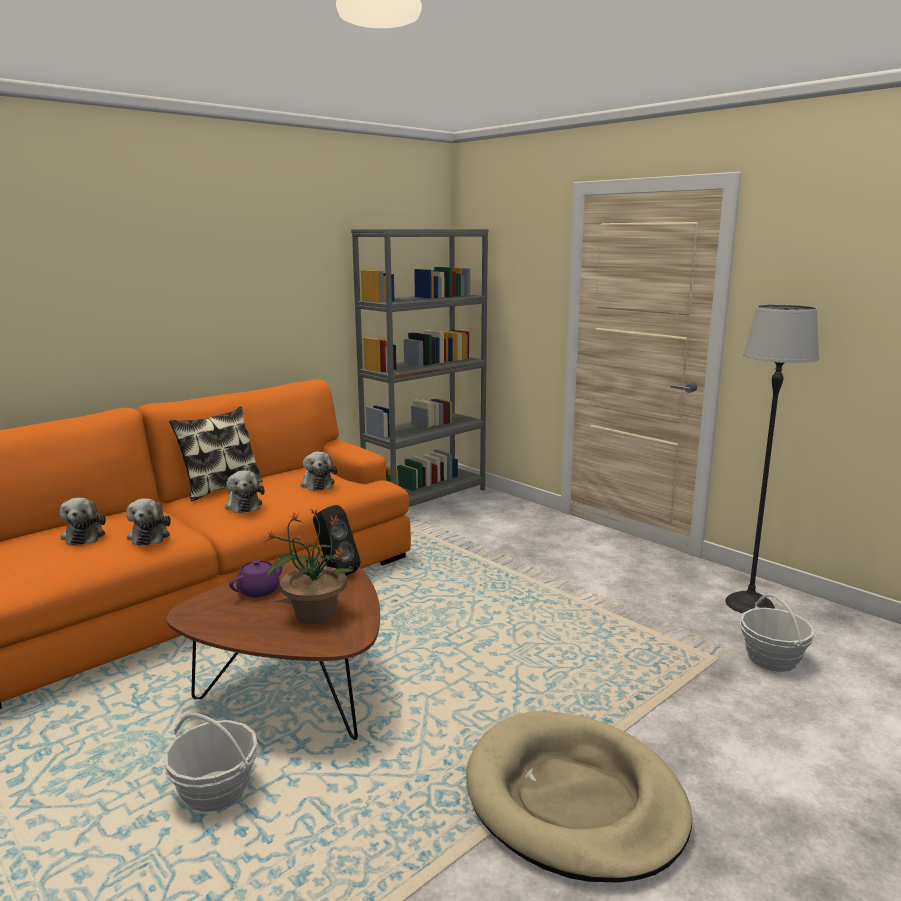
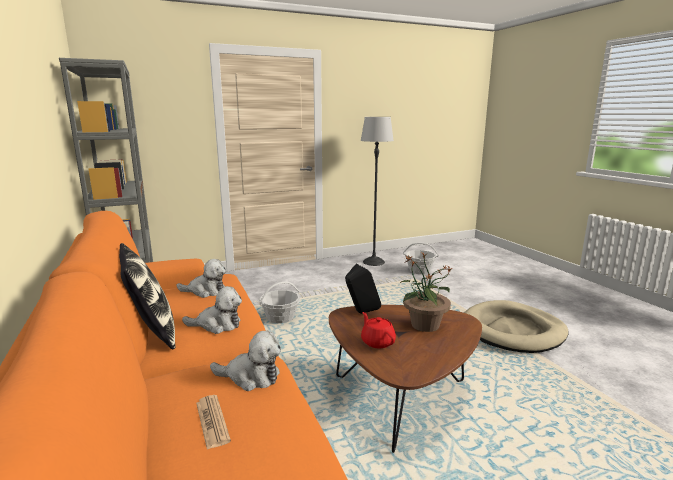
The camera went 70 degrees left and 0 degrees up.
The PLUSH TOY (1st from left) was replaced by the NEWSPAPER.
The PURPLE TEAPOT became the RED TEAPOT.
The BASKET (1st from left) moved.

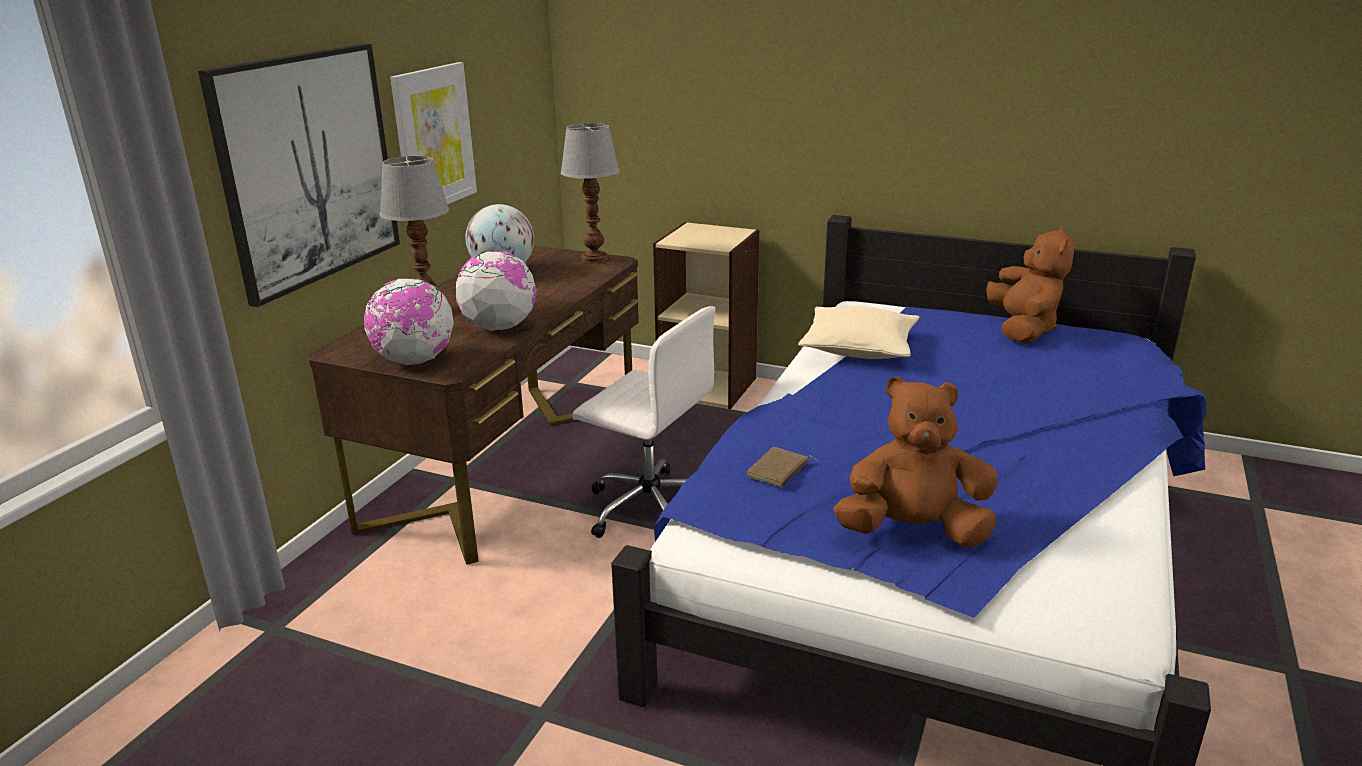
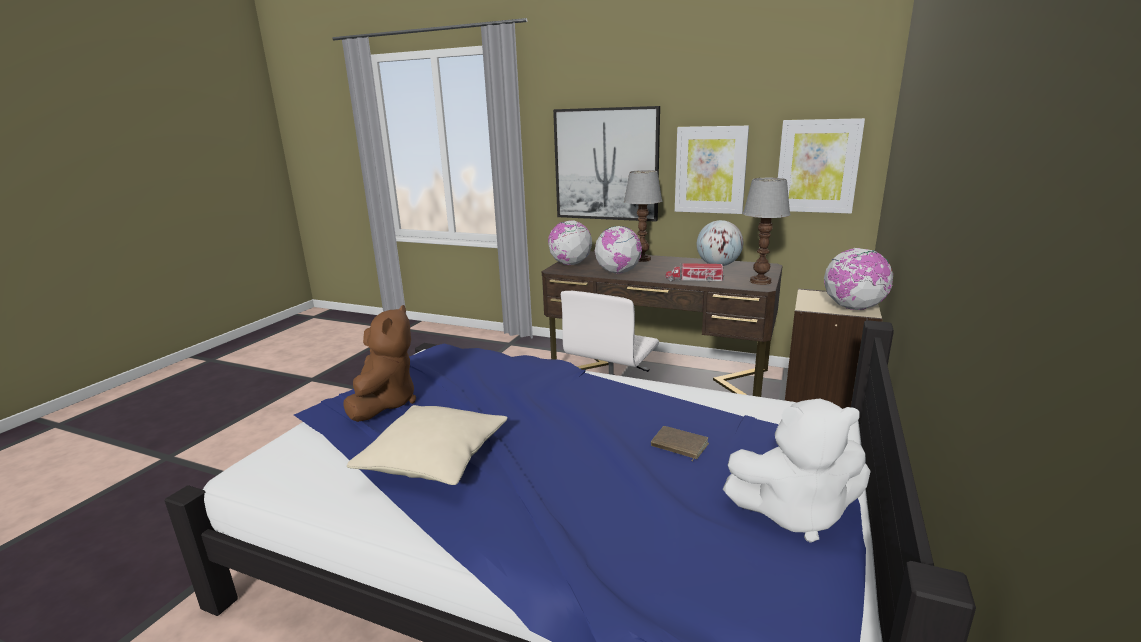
The camera went 90 degrees right and 5 degrees down.
The BROWN PLUSH TOY (2nd from left) became the WHITE PLUSH TOY.
The BEIGE PILLOW moved.
The BROWN BOOK moved.
The PICTURE (3rd from left) appeared.
The GLOBE (4th from left) appeared.
The TOY TRUCK appeared.

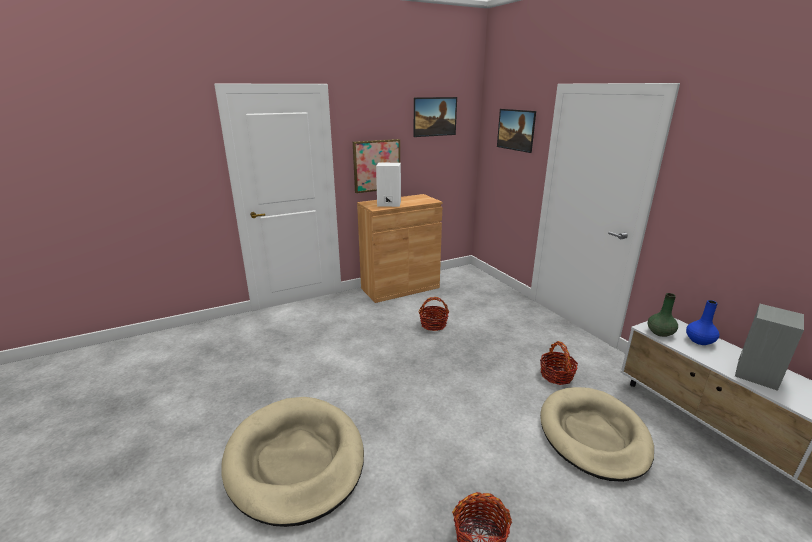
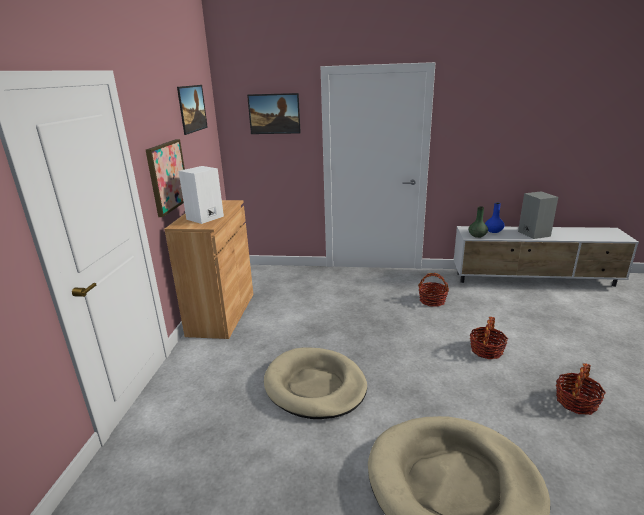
The camera went 55 degrees left and 0 degrees up.
The BASKET (1st from left in the first image) moved.
The BEIGE DOG BED (2nd from left in the first image) moved.

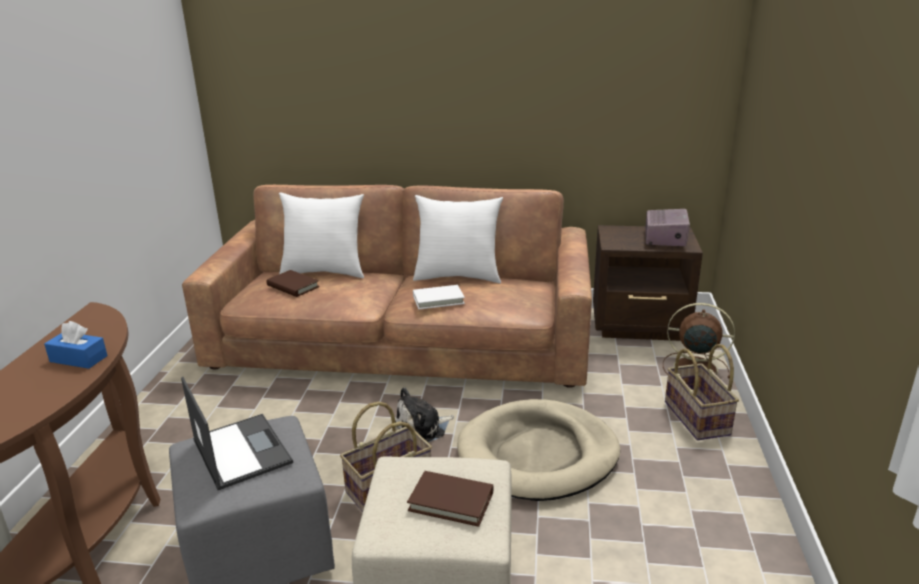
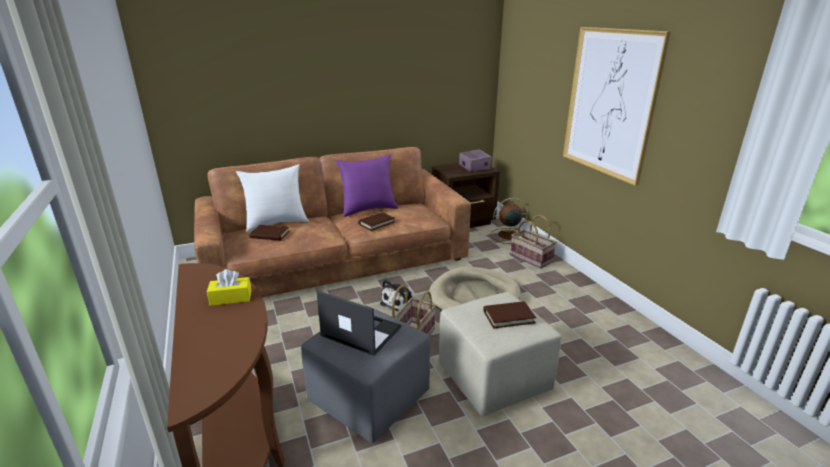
The camera went 30 degrees left and 0 degrees up.
The WHITE PILLOW (2nd from left) became the PURPLE PILLOW.
The WHITE BOOK became the BROWN BOOK (2nd from left).
The BLUE TISSUE BOX became the YELLOW TISSUE BOX.
The PICTURE appeared.

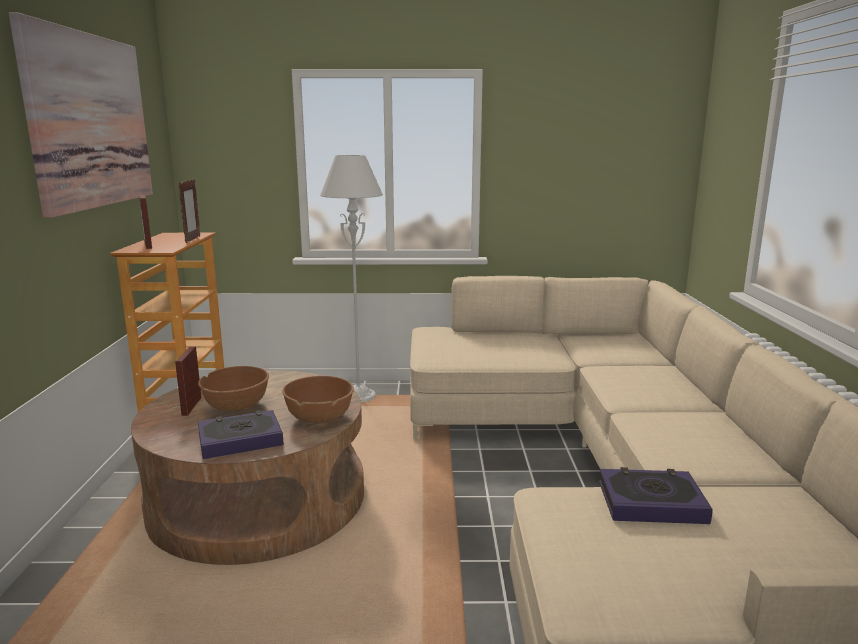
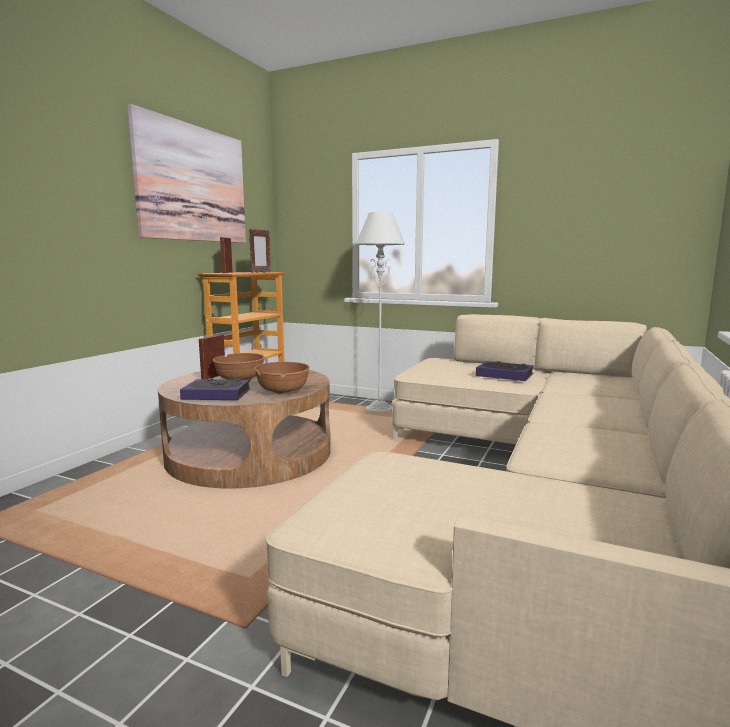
The camera went 25 degrees right and 5 degrees down.
The BOOK (2nd from left) moved.

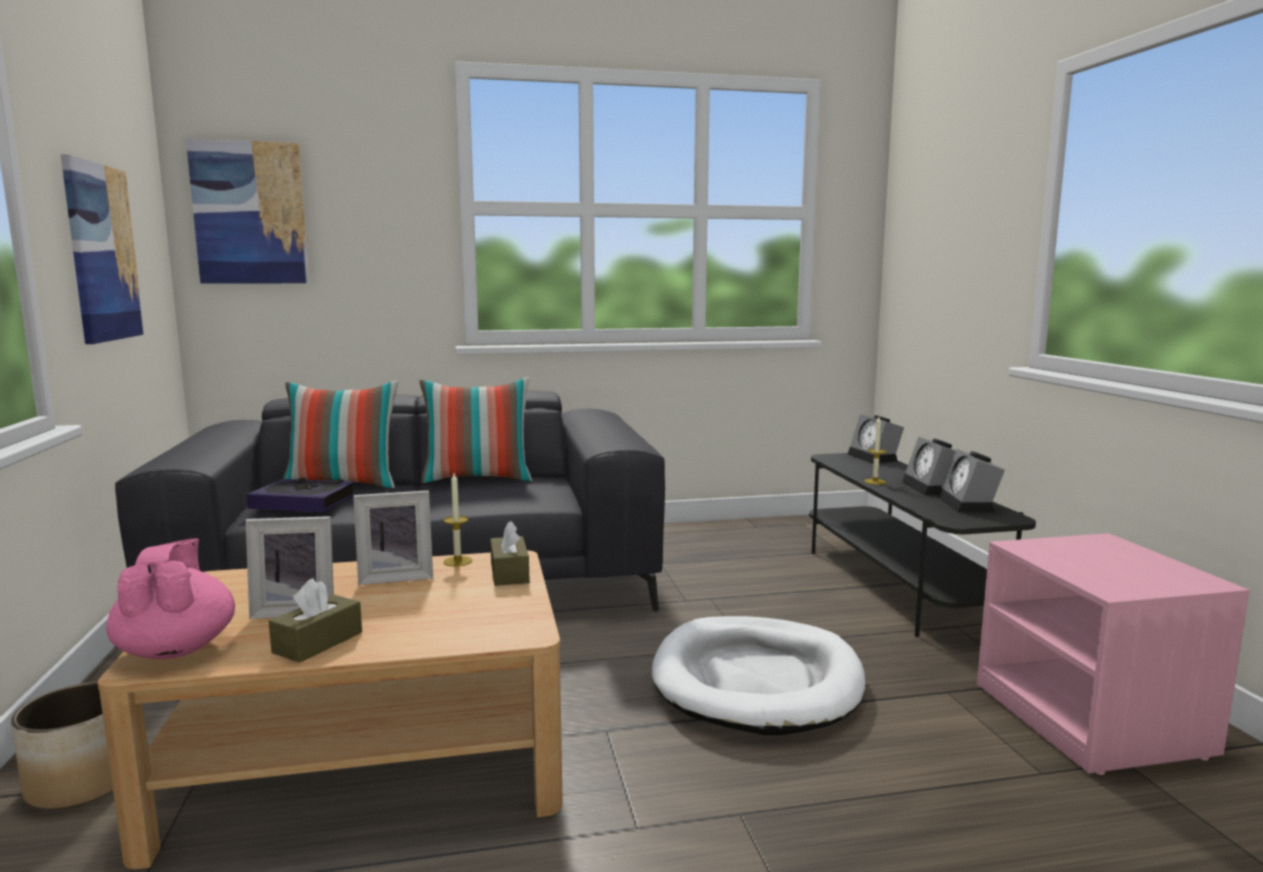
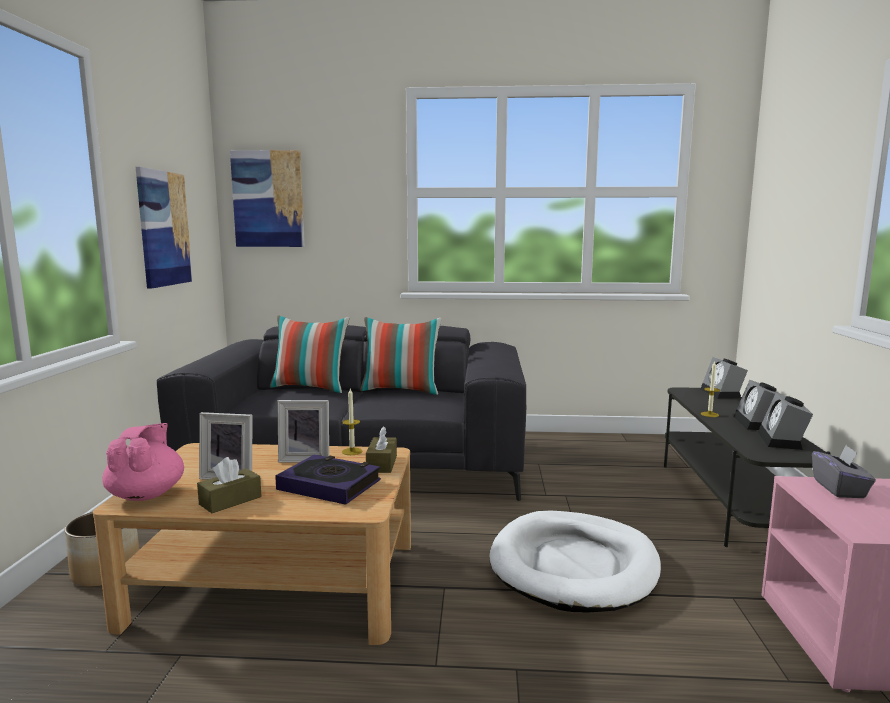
The camera went 15 degrees right and 0 degrees up.
The BOOK moved.
The GREY TISSUE BOX appeared.

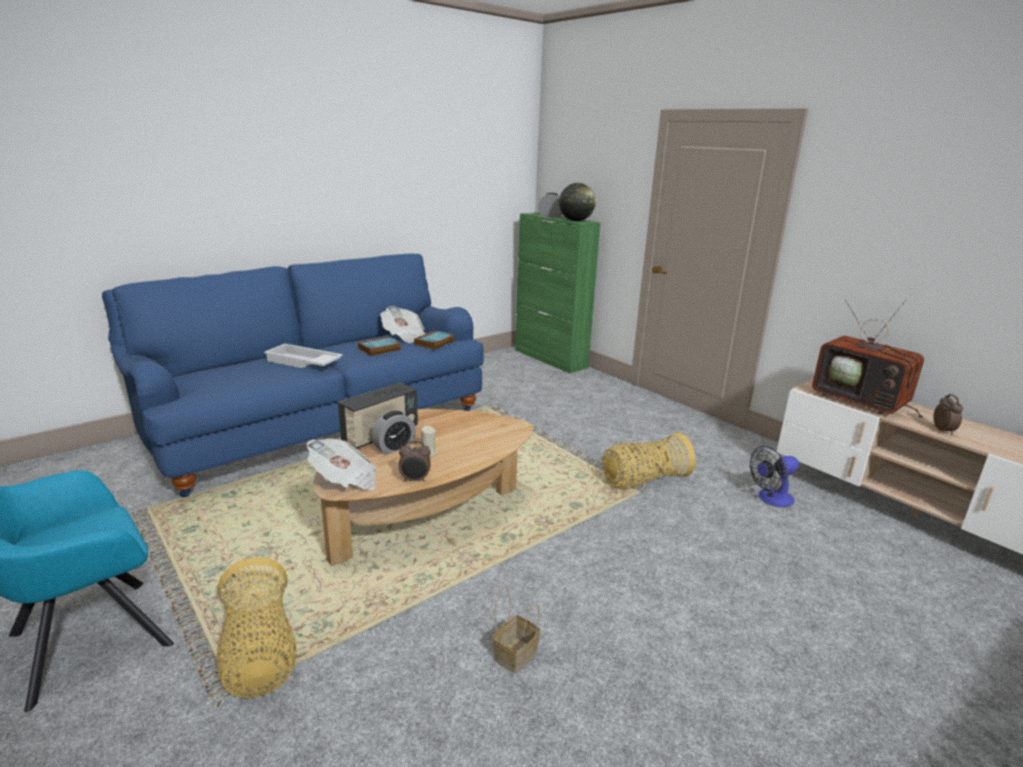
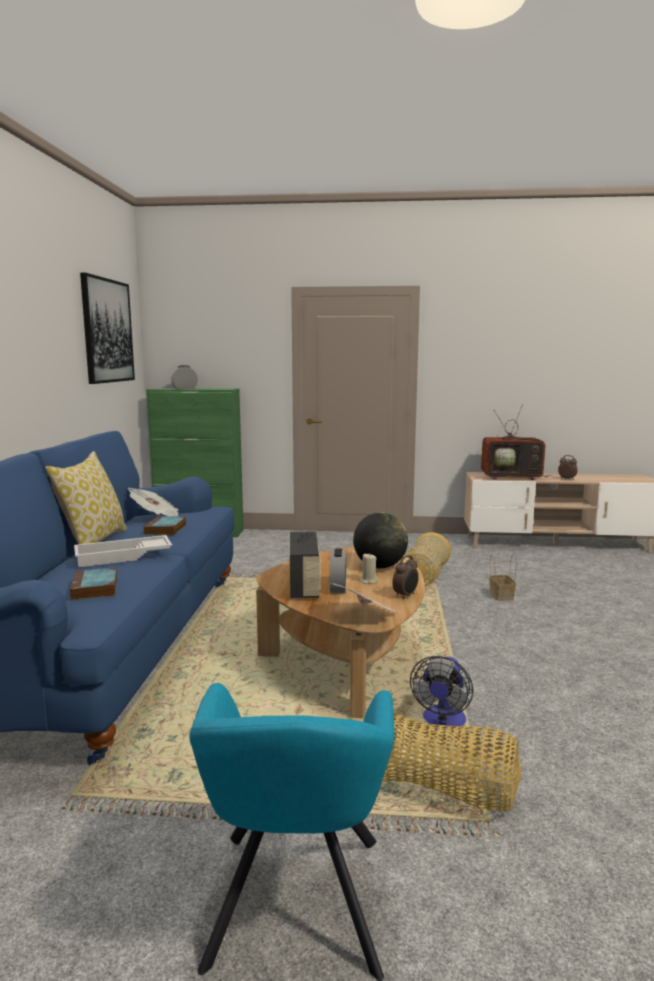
The camera went 45 degrees left and 10 degrees down.
The GLOBE moved.
The BOOK (2nd from left in the first image) moved.
The FAN moved.
The BASKET (2nd from left in the first image) moved.
The PICTURE appeared.
The PILLOW appeared.

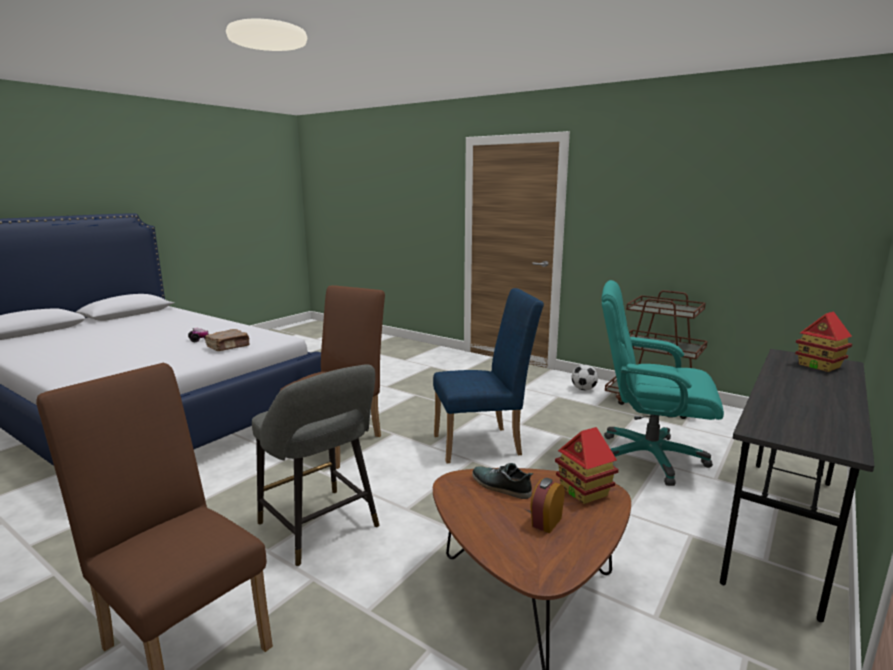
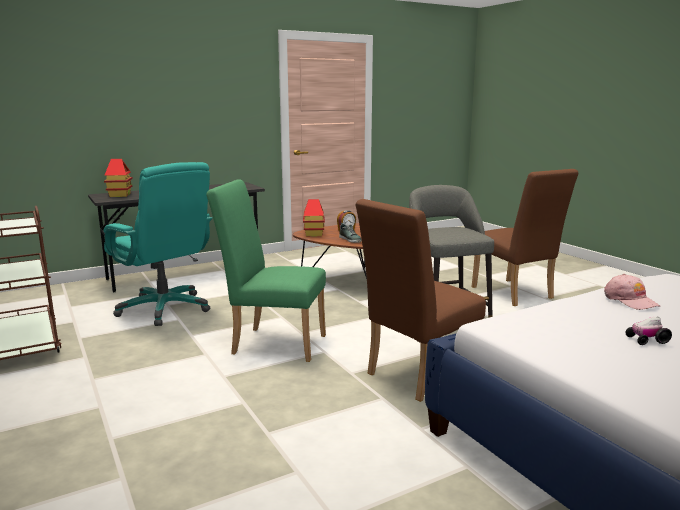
The camera went 155 degrees left and 0 degrees up.
The BLUE CHAIR became the GREEN CHAIR.
The BROWN BOOK disappeared.
The FOOTBALL disappeared.
The PINK CAP appeared.

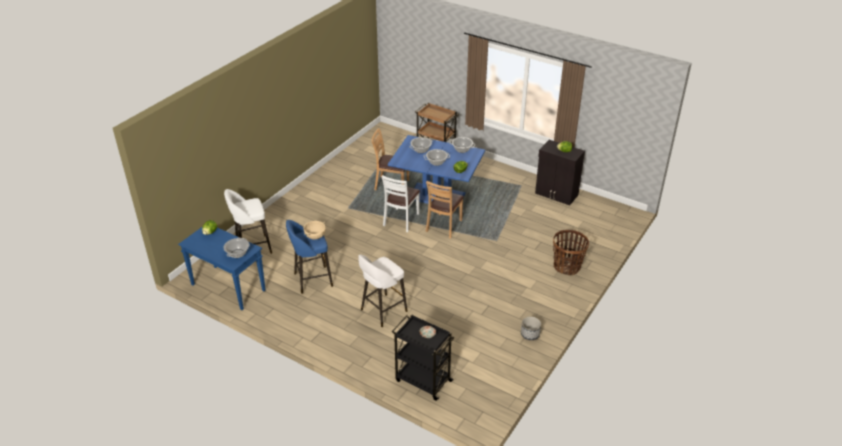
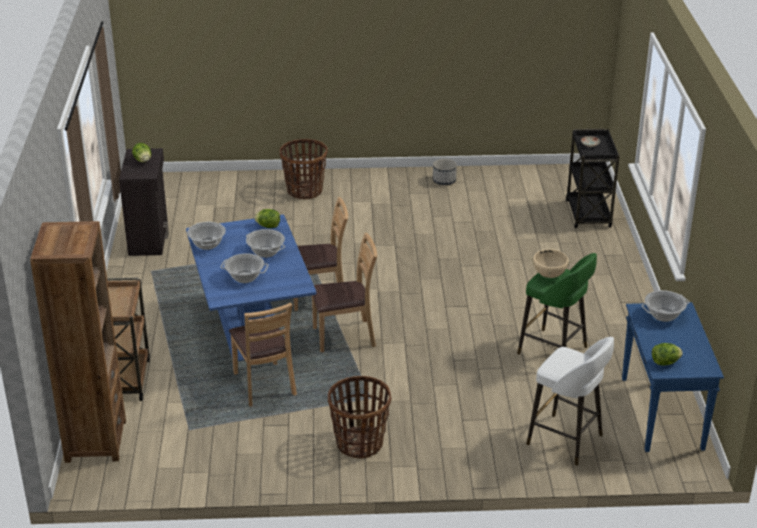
The camera went 125 degrees left and 5 degrees down.
The WHITE CHAIR became the BROWN CHAIR (3rd from left).
The BLUE STOOL became the GREEN STOOL.
The WHITE STOOL (2nd from left) disappeared.
The BROWN BOOKCASE appeared.
The BASKET (2nd from left) appeared.

